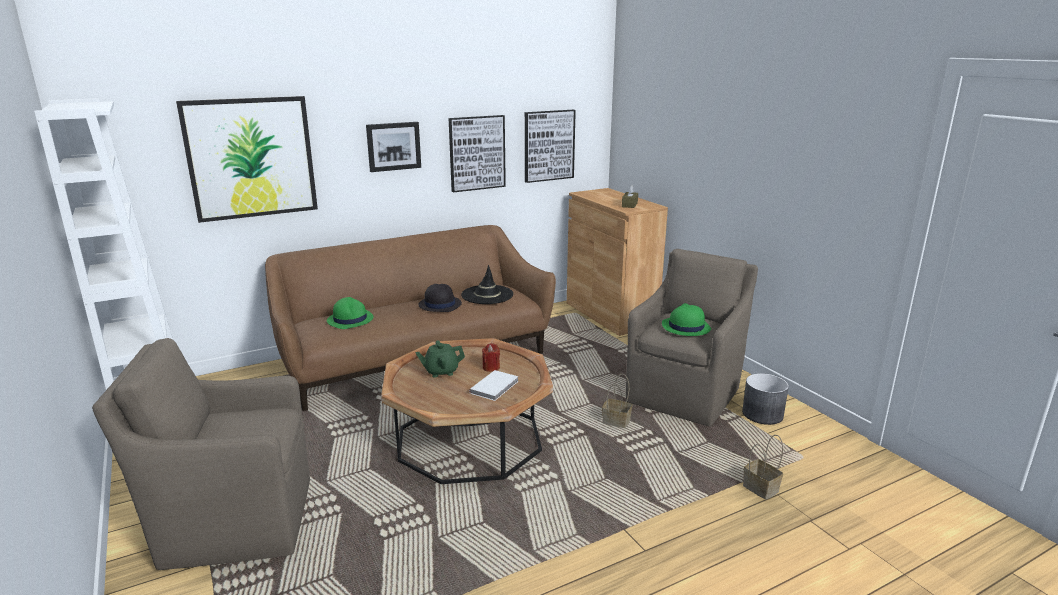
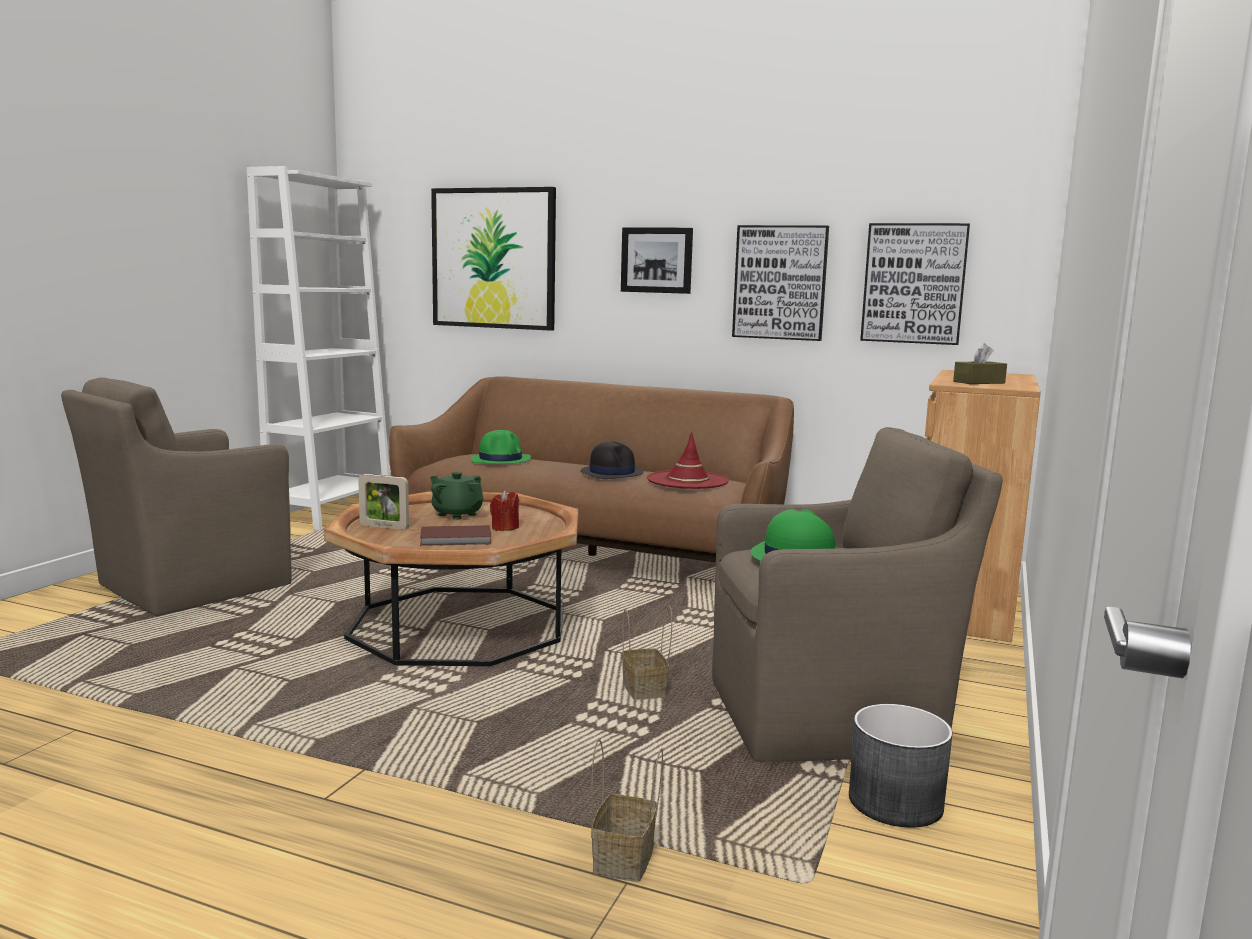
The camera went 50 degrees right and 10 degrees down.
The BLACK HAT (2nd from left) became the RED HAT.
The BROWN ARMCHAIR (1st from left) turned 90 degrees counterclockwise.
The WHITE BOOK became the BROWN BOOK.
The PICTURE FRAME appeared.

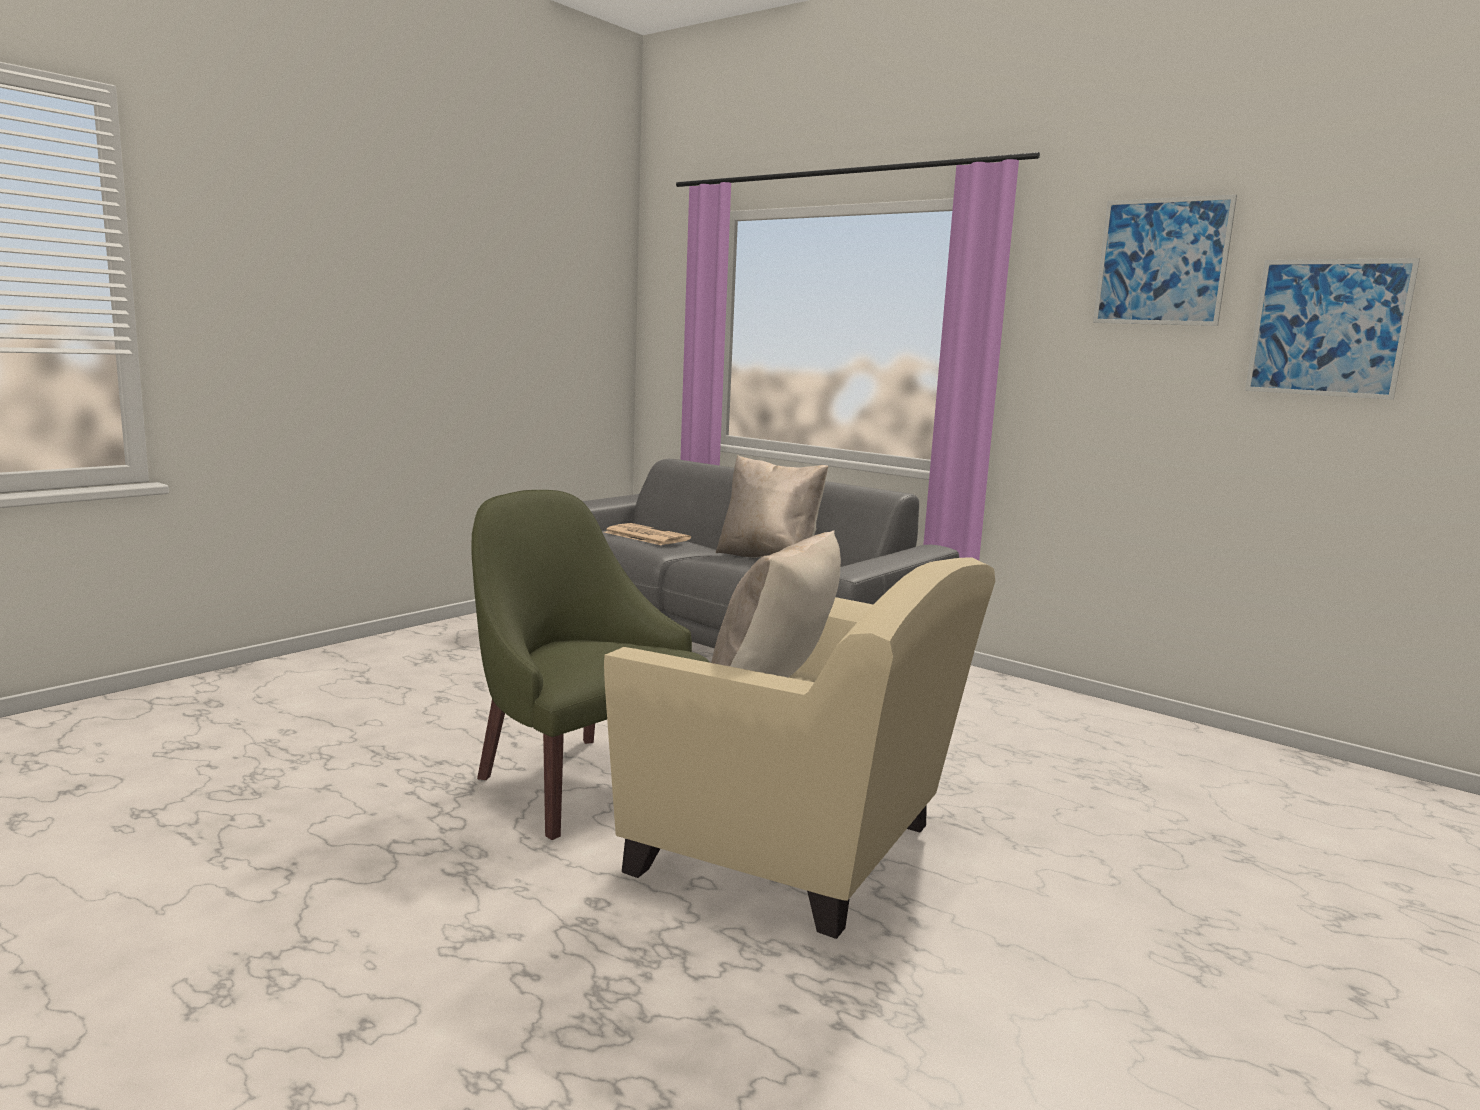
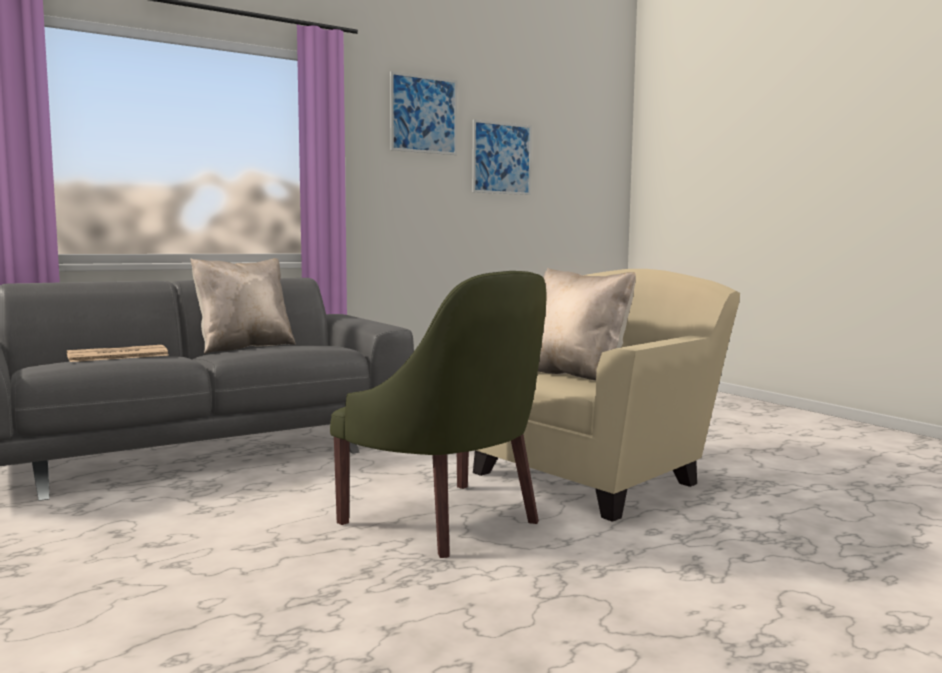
The camera went 70 degrees left and 5 degrees down.
The GREEN ARMCHAIR turned 105 degrees counterclockwise.

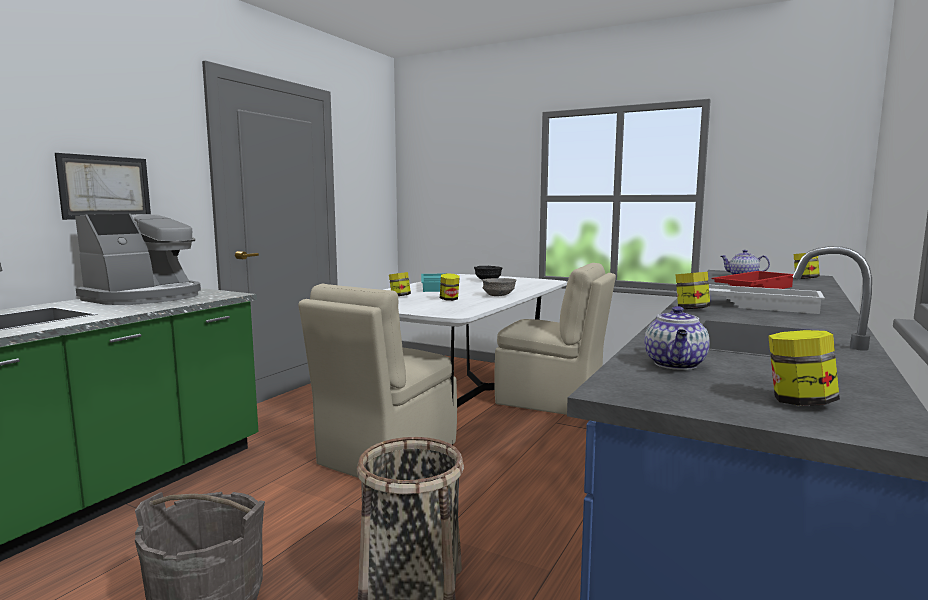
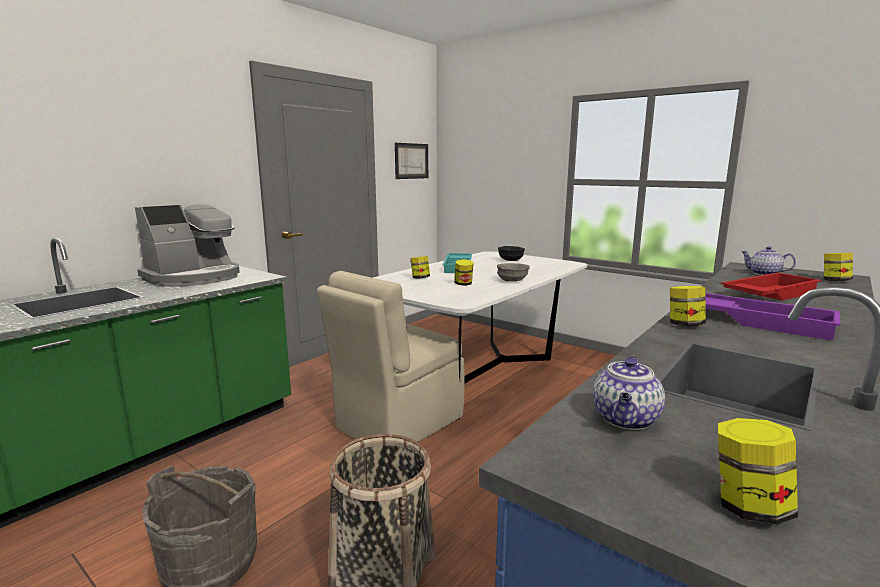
The camera went 10 degrees right and 5 degrees up.
The PICTURE moved.
The BEIGE CHAIR (2nd from left) disappeared.
The WHITE TRAY became the PURPLE TRAY.

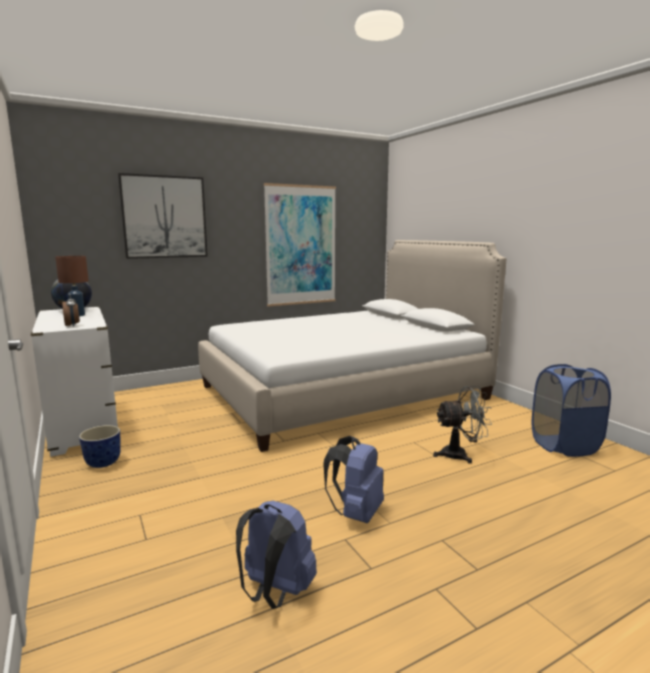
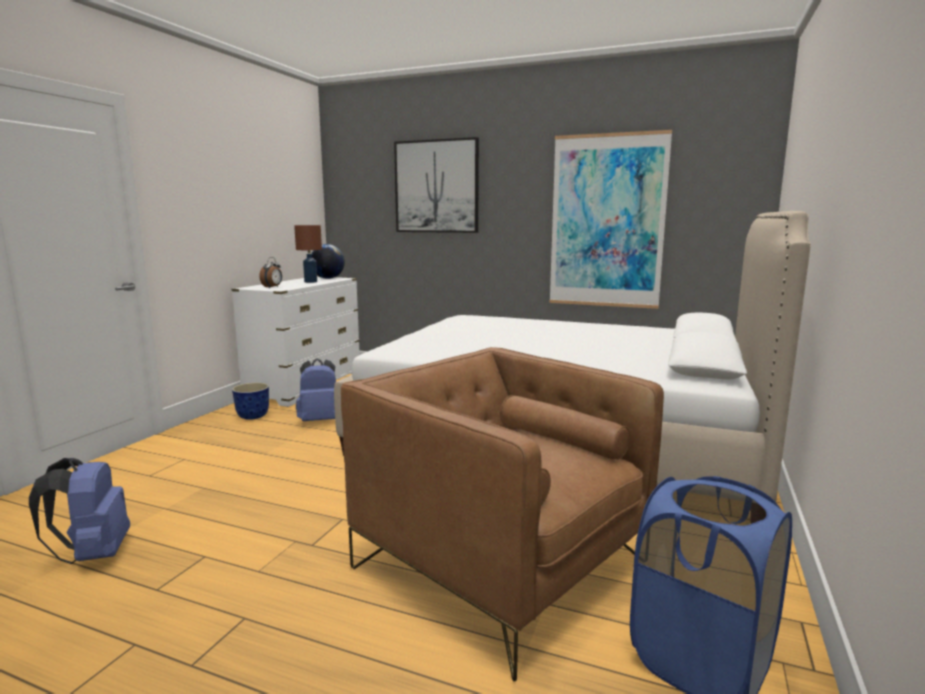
The camera went 50 degrees right and 0 degrees up.
The GREY FAN was replaced by the BROWN ARMCHAIR.
The BLUE BACKPACK (2nd from left) moved.

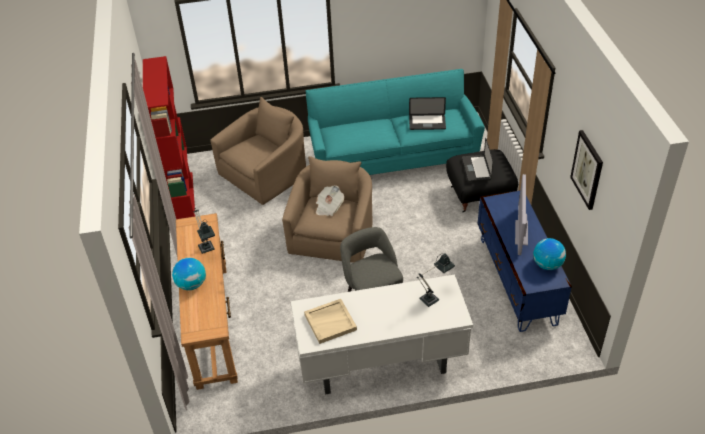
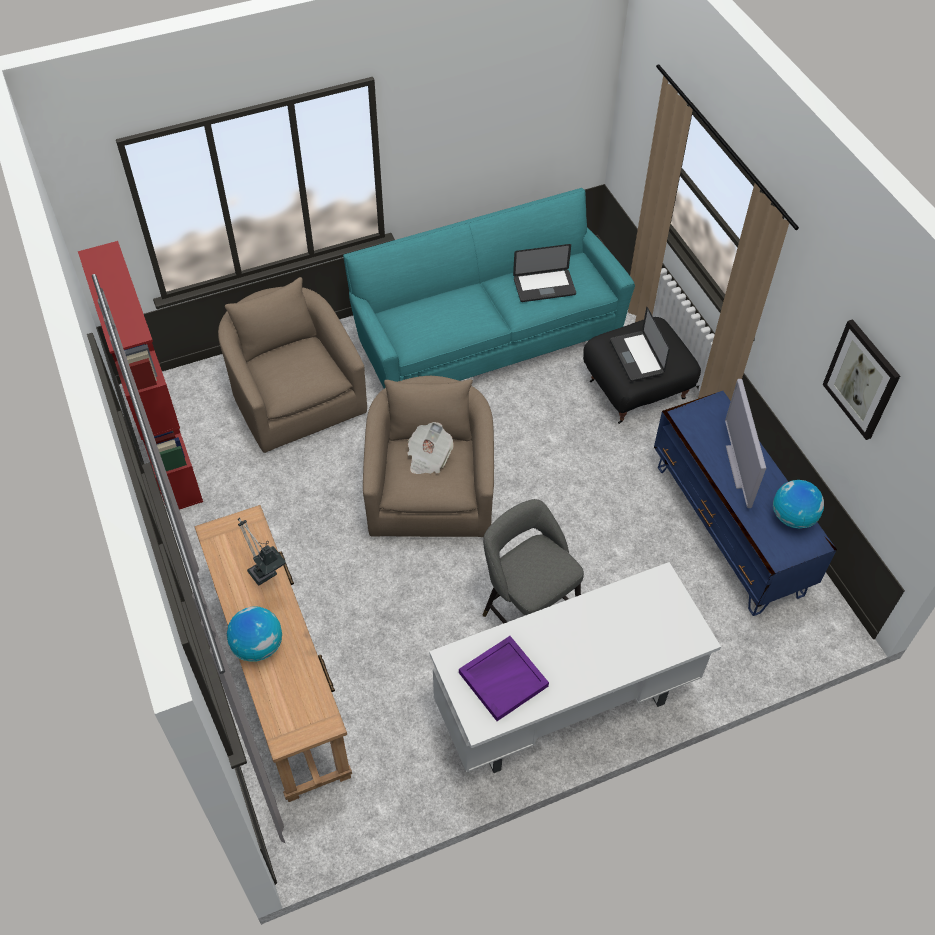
The camera went 15 degrees left and 10 degrees up.
The BEIGE ARMCHAIR (1st from left) turned 60 degrees counterclockwise.
The TABLE LAMP (2nd from left) disappeared.
The BEIGE TRAY became the PURPLE TRAY.

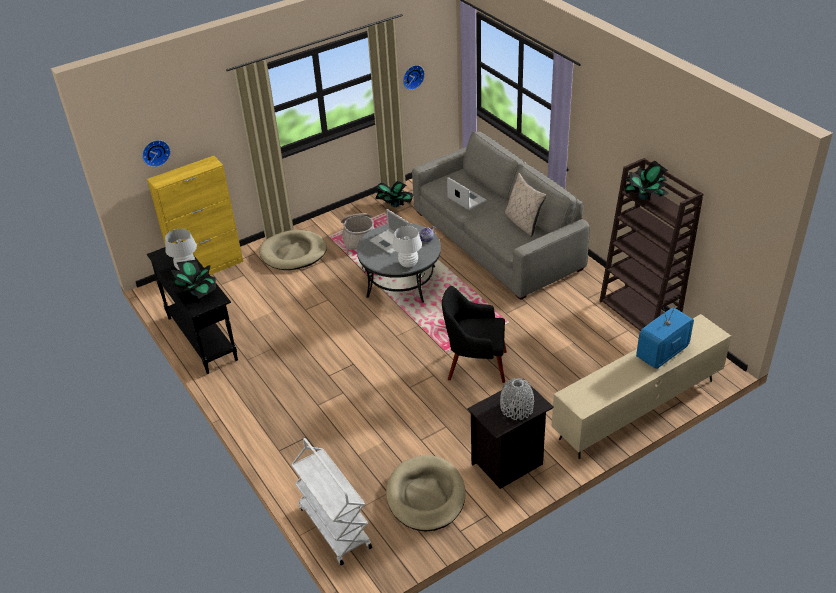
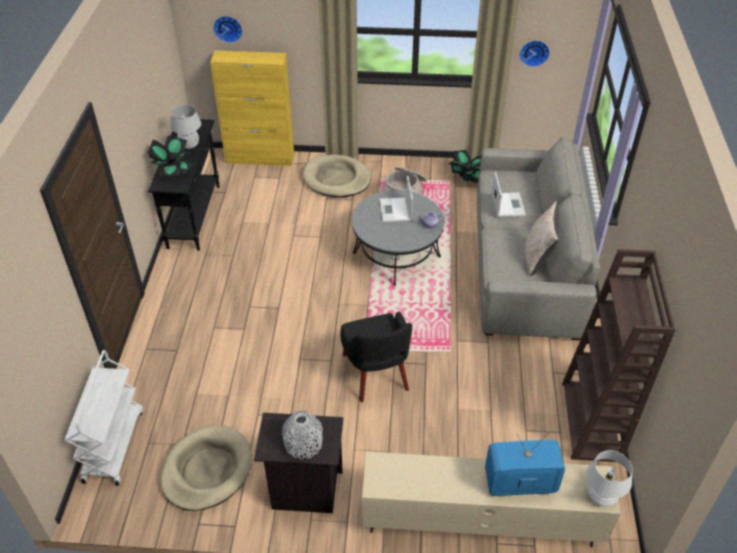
The camera went 35 degrees right and 5 degrees up.
The POTTED PLANT (3rd from left) disappeared.
The WHITE TABLE LAMP (2nd from left) moved.
The BLACK ARMCHAIR turned 150 degrees counterclockwise.

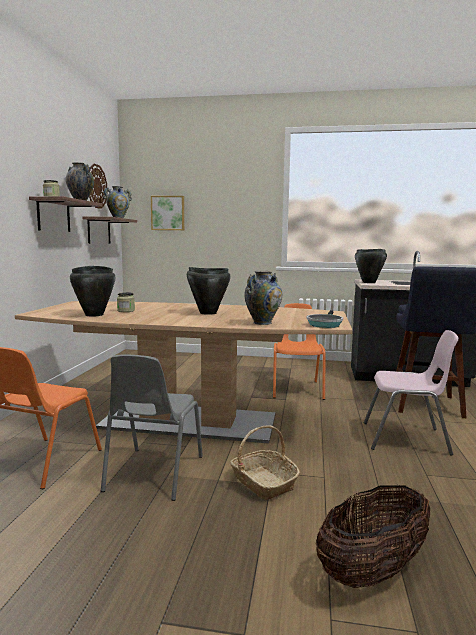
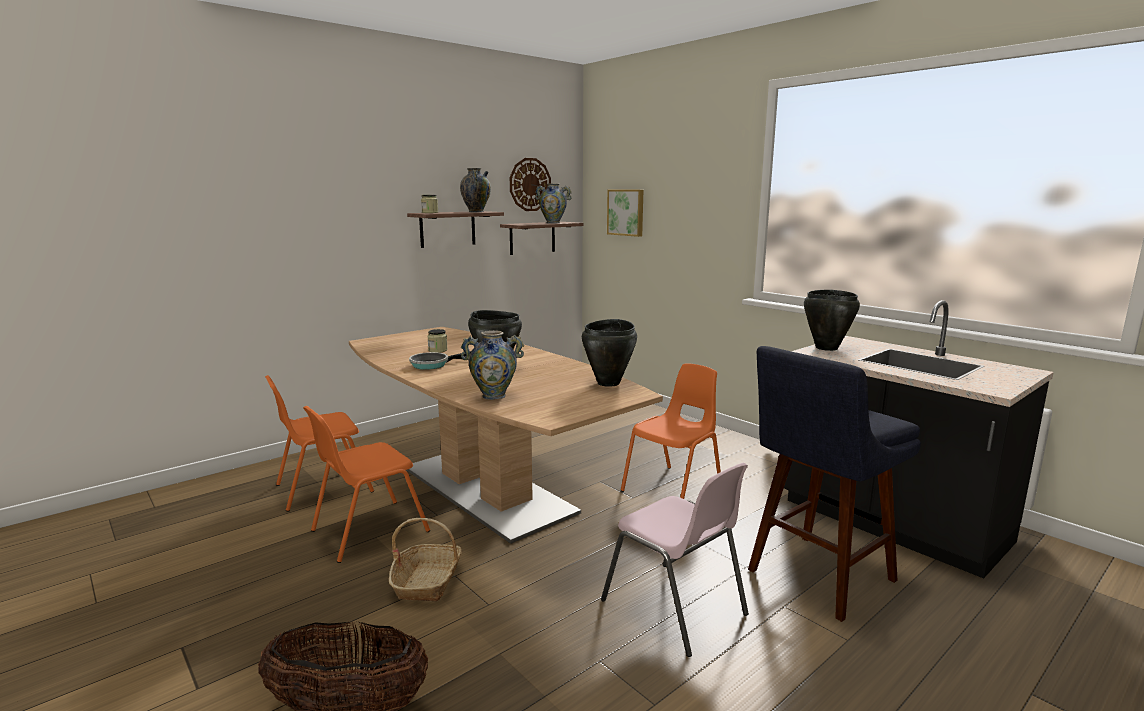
The camera went 40 degrees right and 5 degrees up.
The BLACK COOKING POT (1st from left in the first image) moved.
The FRYING PAN moved.
The GREY CHAIR became the ORANGE CHAIR (2nd from left).

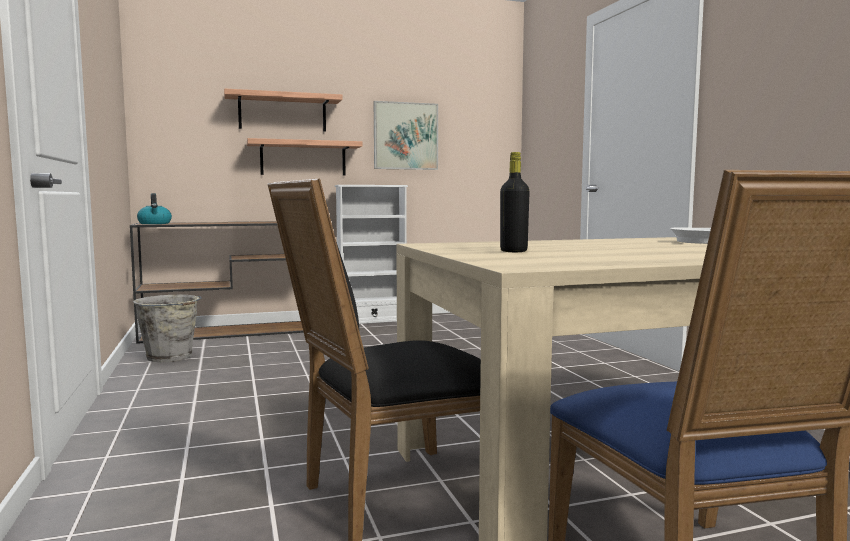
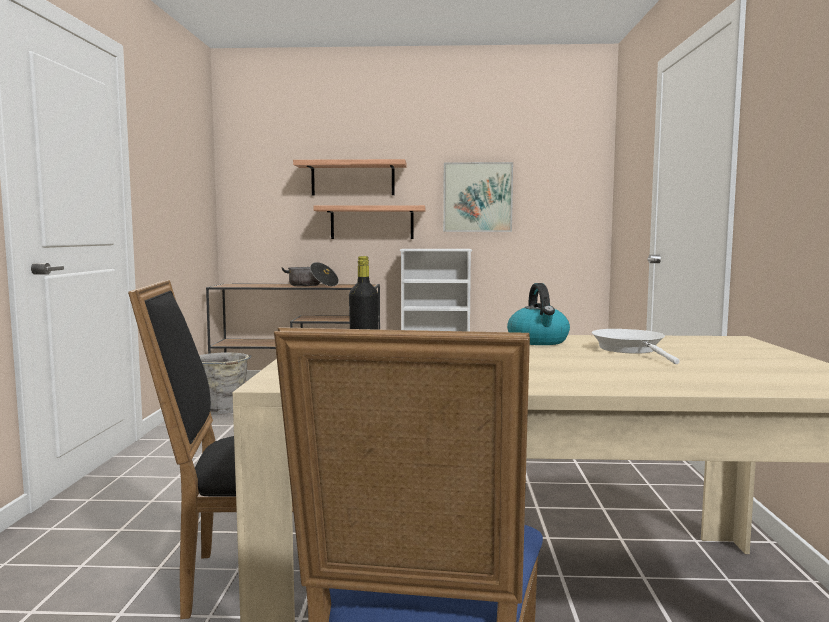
The camera went 20 degrees right and 0 degrees up.
The KETTLE moved.
The COOKING POT appeared.

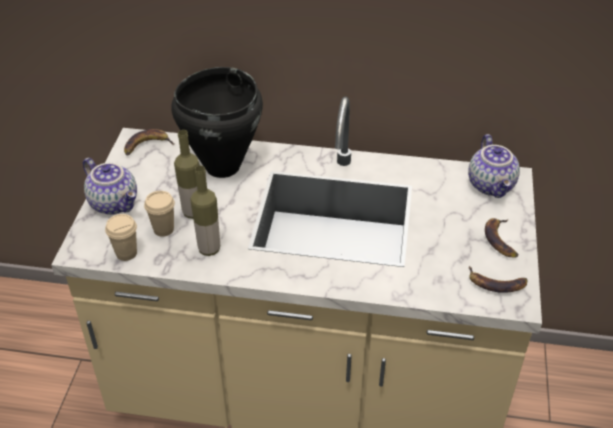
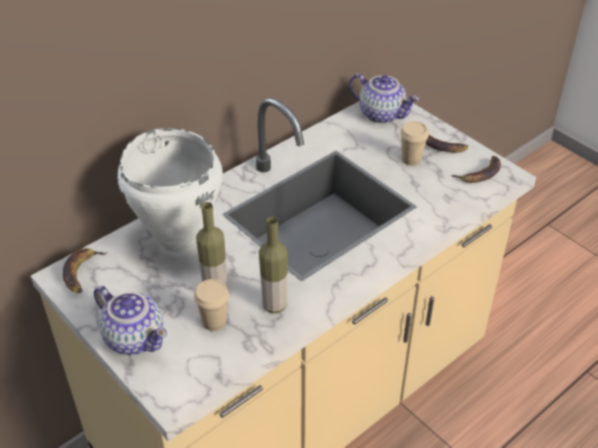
The camera went 50 degrees left and 0 degrees up.
The BLACK COOKING POT became the WHITE COOKING POT.
The TEAPOT (1st from left) turned 45 degrees clockwise.
The BEIGE CUP (1st from left in the first image) moved.

